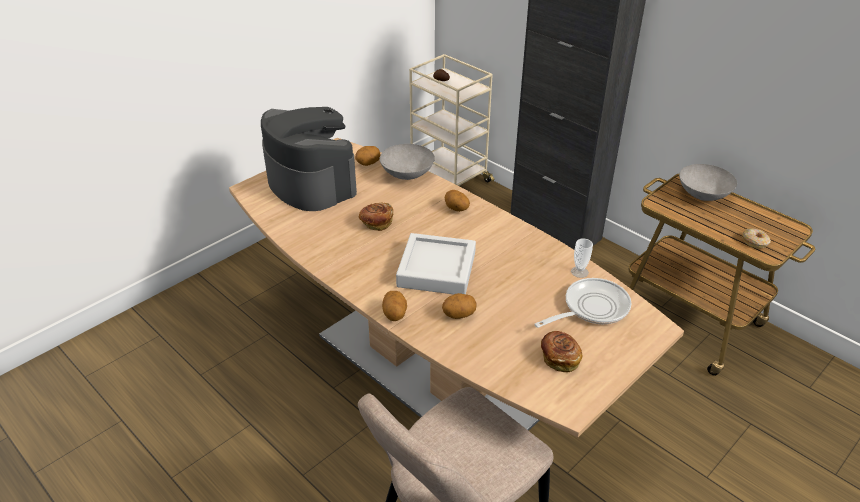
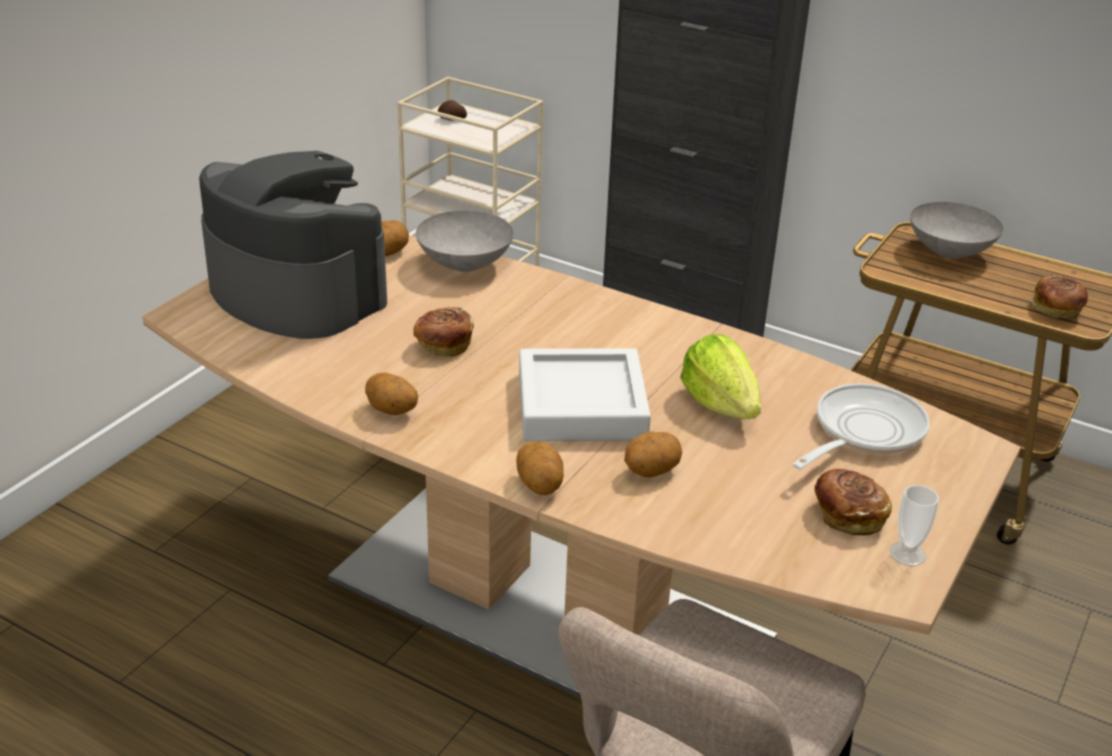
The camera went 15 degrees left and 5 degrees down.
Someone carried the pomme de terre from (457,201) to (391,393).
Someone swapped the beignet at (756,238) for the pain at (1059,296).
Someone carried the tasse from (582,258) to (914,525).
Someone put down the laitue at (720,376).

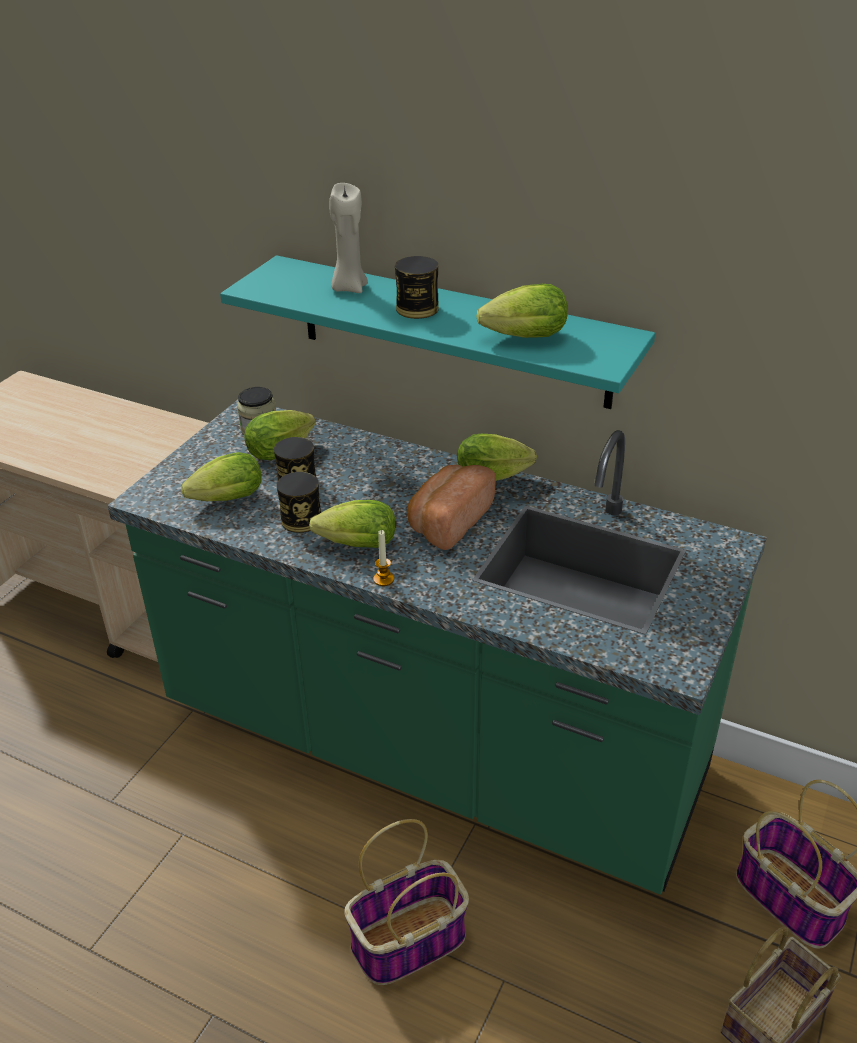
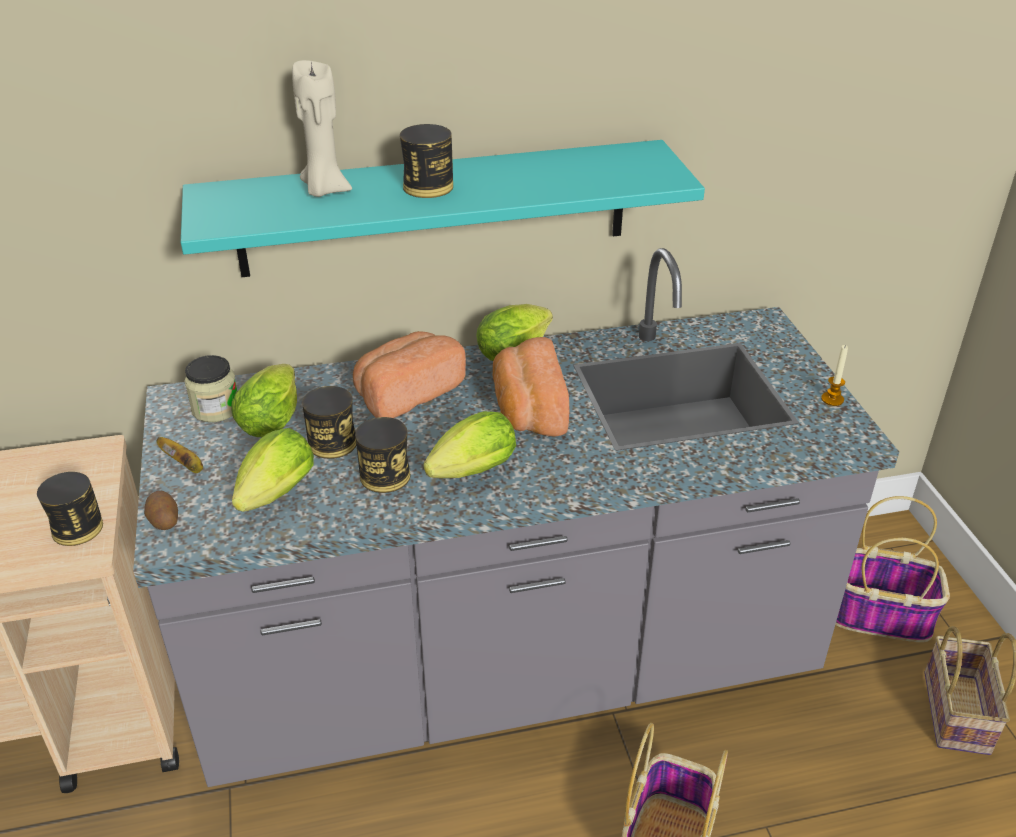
The camera went 40 degrees left and 0 degrees up.
Someone took away the laitue at (522,311).
Someone repainted the comptoir de cuisine [vert] at (437,647), which became the comptoir de cuisine [gris] at (516,517).
Someone carried the bougie from (383,558) to (834,375).
Someone put down the pain at (409,374).
Someone put down the banane at (179,455).
Someone put down the boîte métallique at (70,509).
Someone put down the pomme de terre at (161,510).

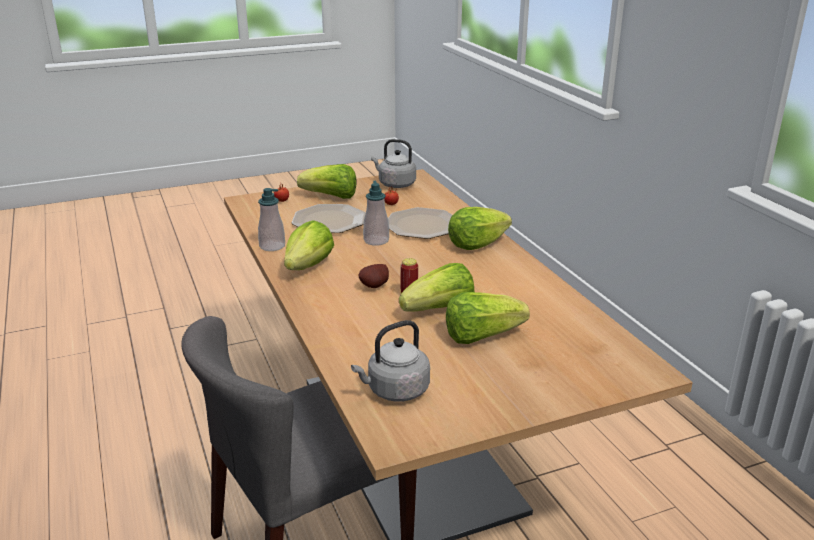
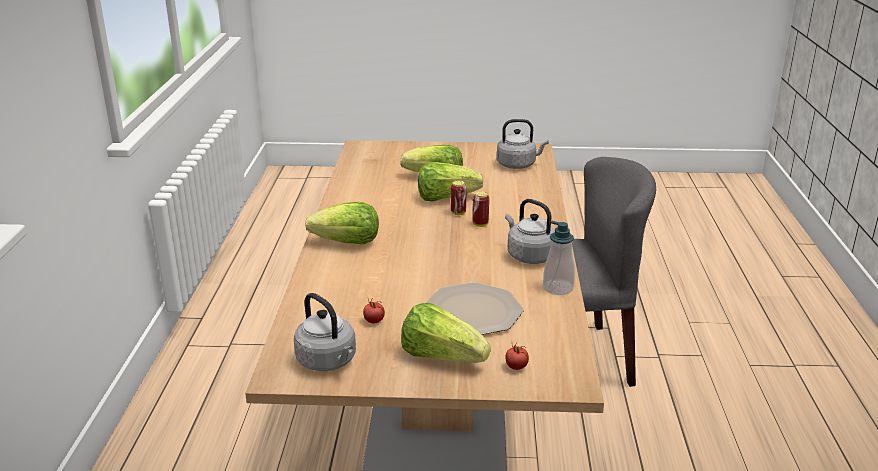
The camera went 155 degrees left and 0 degrees up.
Someone took away the distributeur de savon at (376,213).
Someone took away the assiette at (420,223).
Someone swapped the laitue at (309,245) for the bouilloire [gris] at (530,231).
Someone swapped the pomme de terre at (373,276) for the boîte métallique at (481,209).

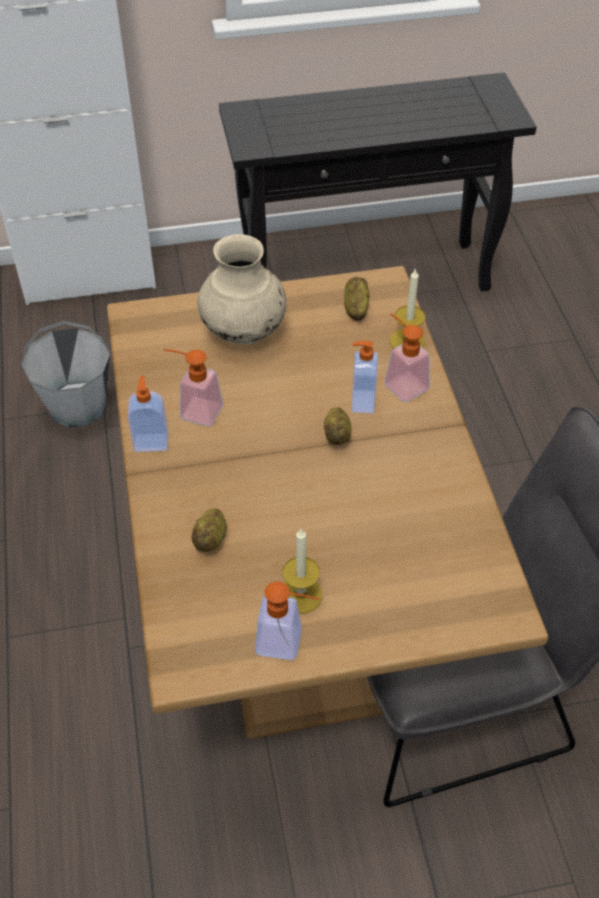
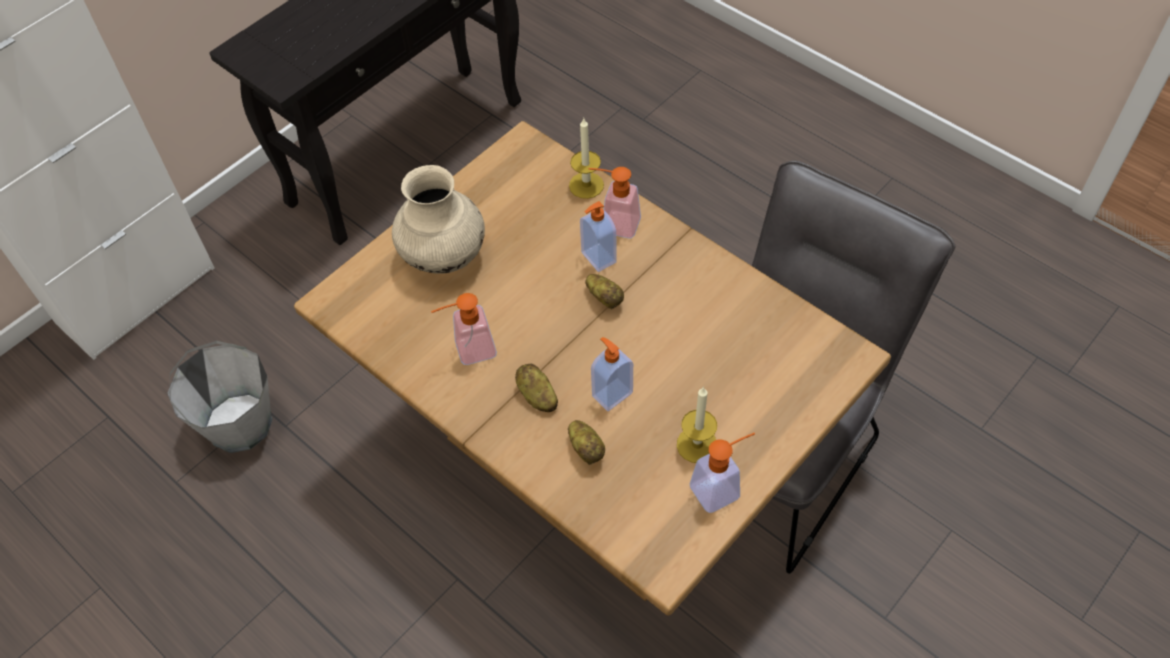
The camera went 35 degrees left and 5 degrees up.
Someone carried the pomme de terre from (356,299) to (536,387).
Someone carried the distributeur de savon from (148,414) to (612,374).

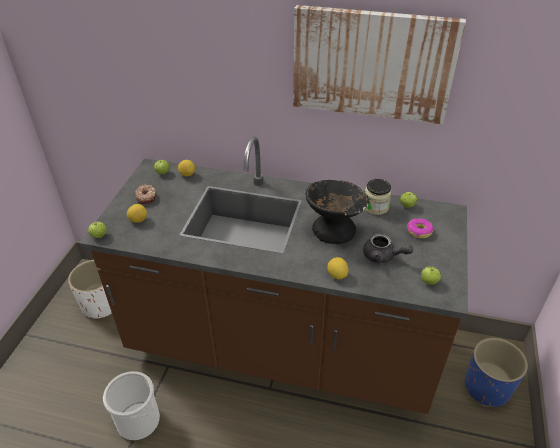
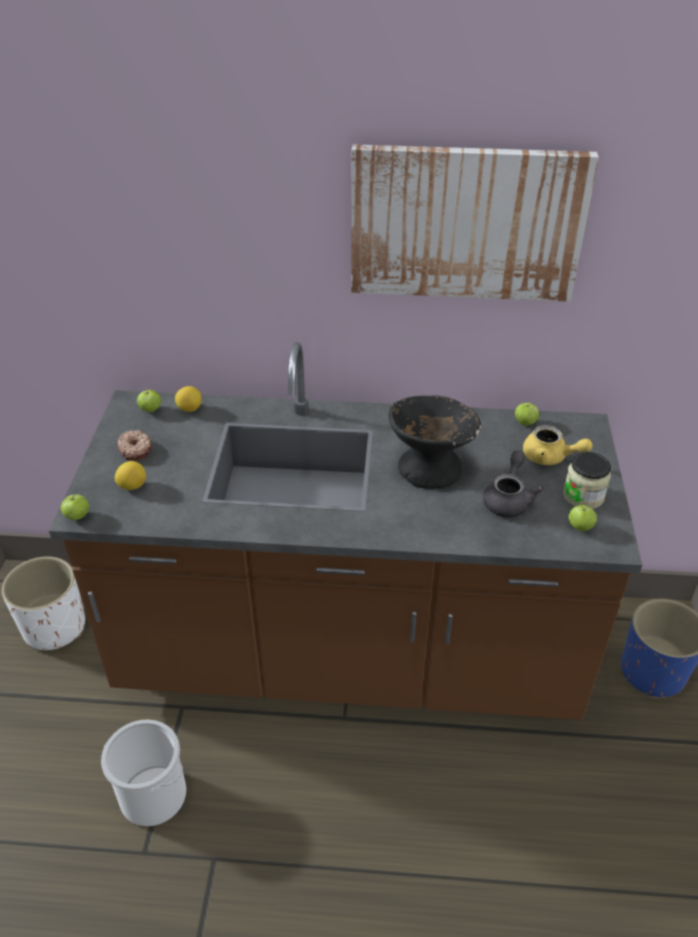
The camera went 10 degrees left and 0 degrees up.
Someone carried the bocal from (378,197) to (587,480).
Someone swapped the beignet at (420,228) for the théière [jaune] at (557,445).
Someone rotated the théière [gris] at (388,248) by 90 degrees counterclockwise.
Someone took away the citron at (337,268).

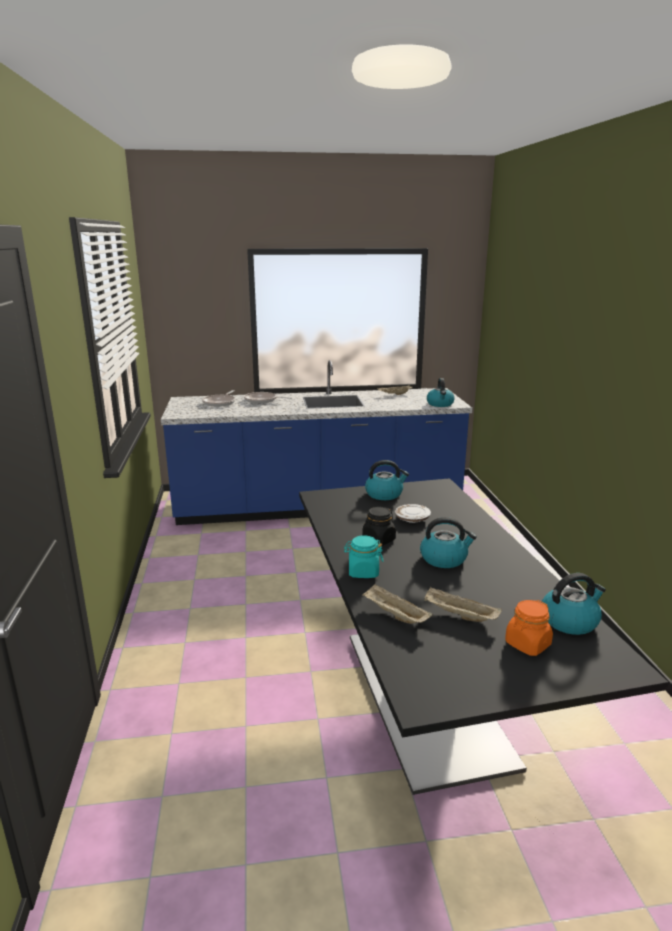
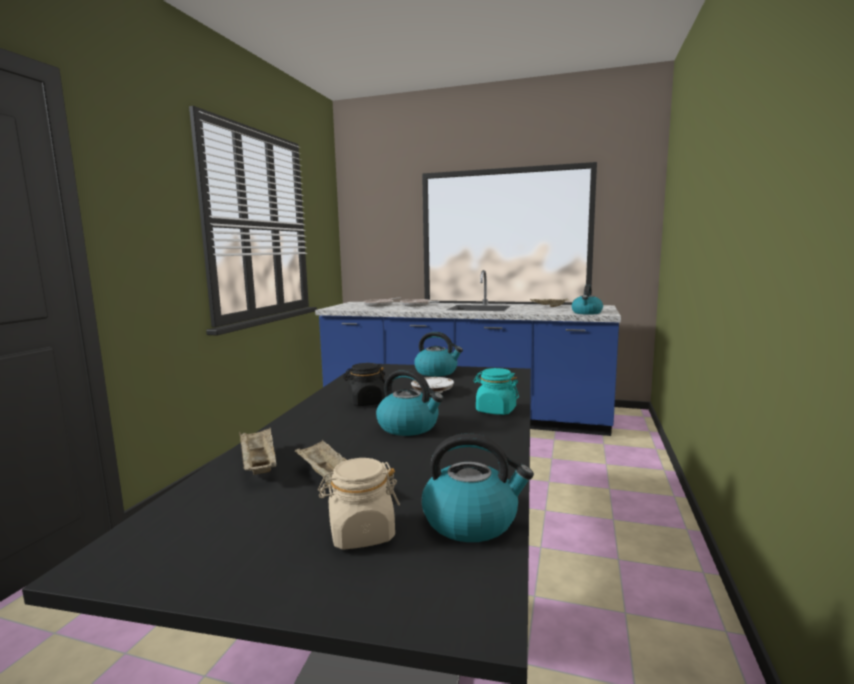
The camera went 25 degrees right and 10 degrees down.
Someone carried the bocal [turquoise] from (363,556) to (496,391).
Someone repainted the bocal [orange] at (529,628), which became the bocal [beige] at (359,504).

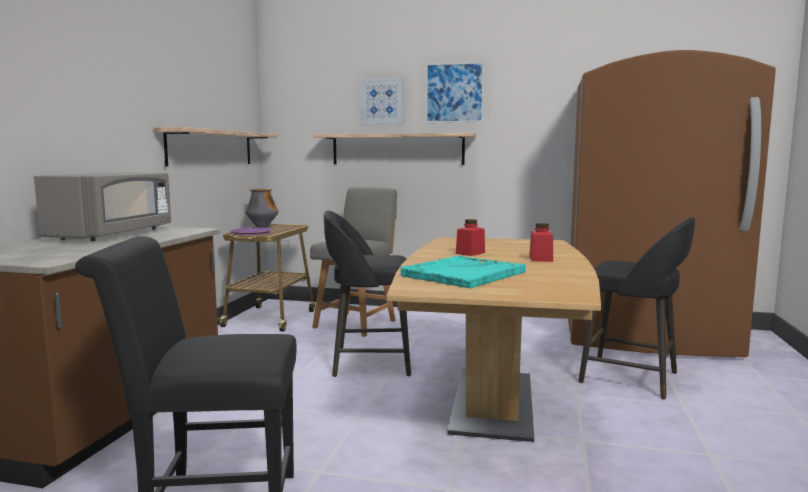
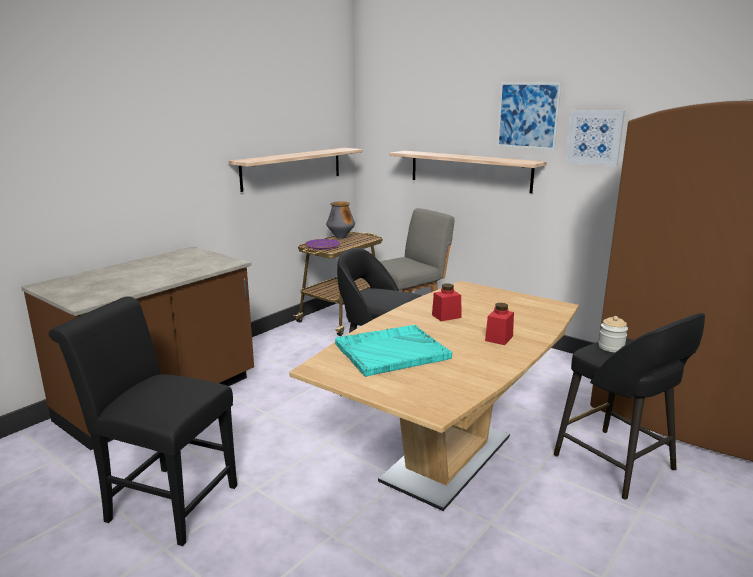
The camera went 25 degrees right and 10 degrees up.
Someone carried the tableau from (382,101) to (595,138).
Someone took away the micro-ondes [gris] at (102,206).
Someone put down the bocal at (613,334).

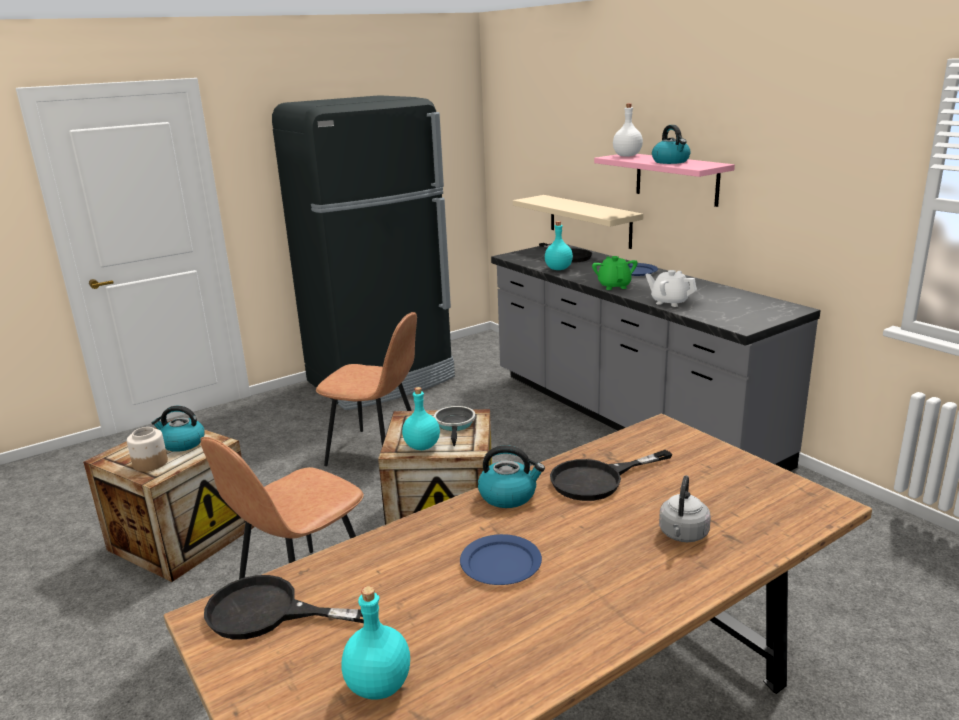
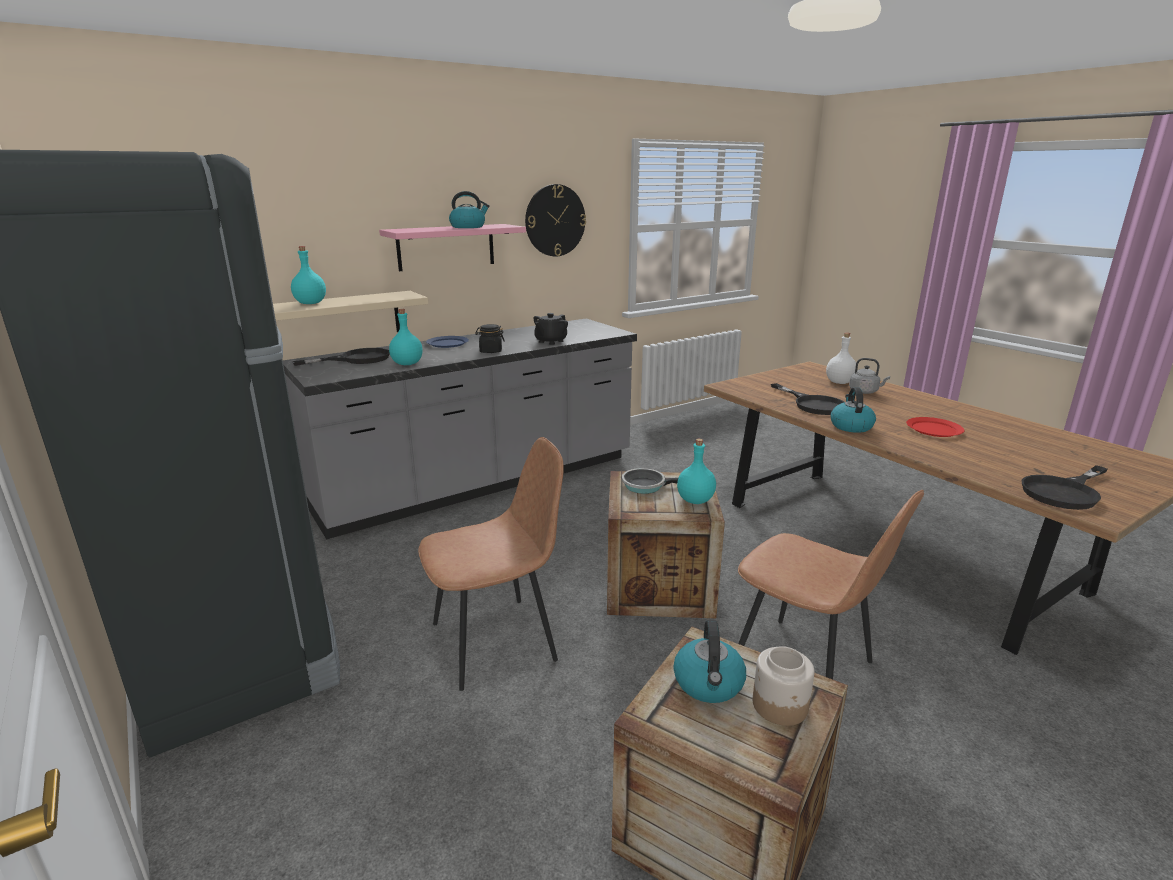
The camera went 90 degrees left and 0 degrees up.
Someone carried the bouteille [blanc] from (628,130) to (841,358).
Someone swapped the théière [vert] at (615,273) for the bocal [noir] at (490,338).
Someone repainted the théière [blanc] at (671,288), which became the théière [noir] at (550,329).
Someone rotated the chaise [marron] at (366,389) by 45 degrees clockwise.
Someone repainted the assiette [bleu] at (501,559), which became the assiette [rouge] at (935,427).
Someone rotated the poêle [noir] at (284,607) by 45 degrees clockwise.
Someone carried the bouteille [turquoise] from (376,642) to (308,275).
Someone put up the horloge murale at (555,220).

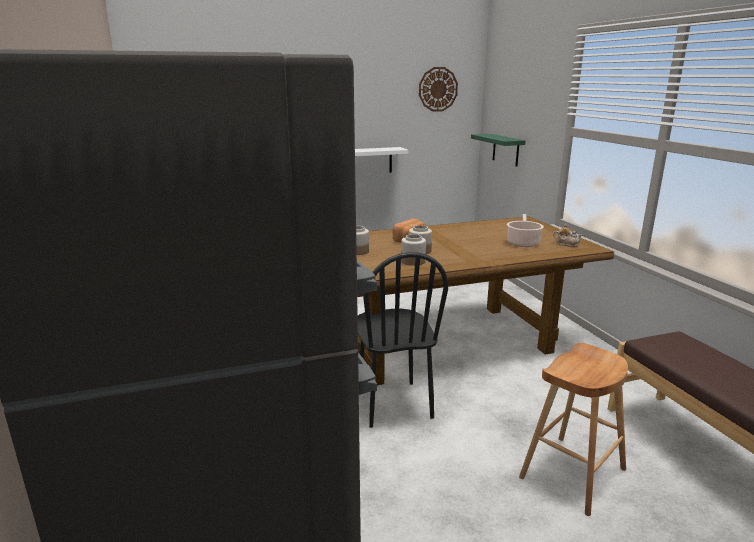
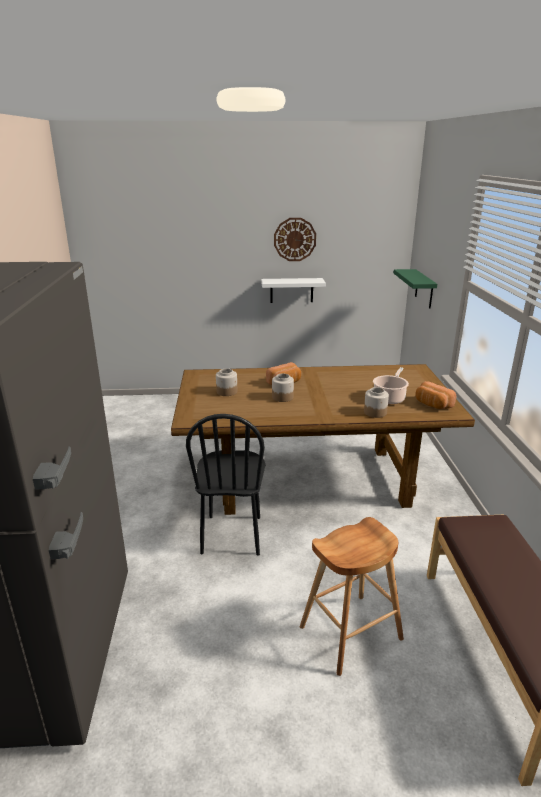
The camera went 15 degrees right and 5 degrees up.
Someone carried the horloge murale from (438,89) to (295,239).
Someone swapped the théière at (568,235) for the pain at (435,395).
Someone carried the bocal from (413,250) to (376,402).

